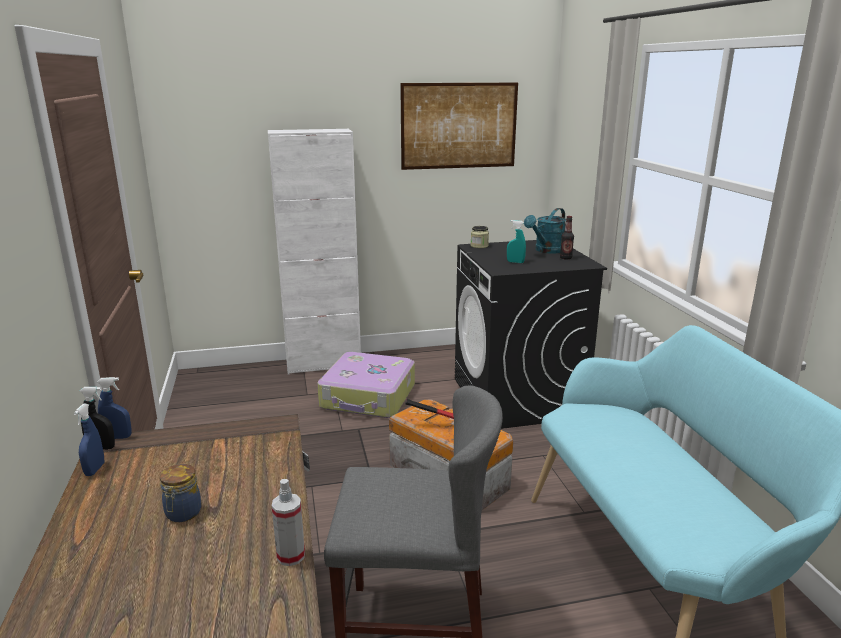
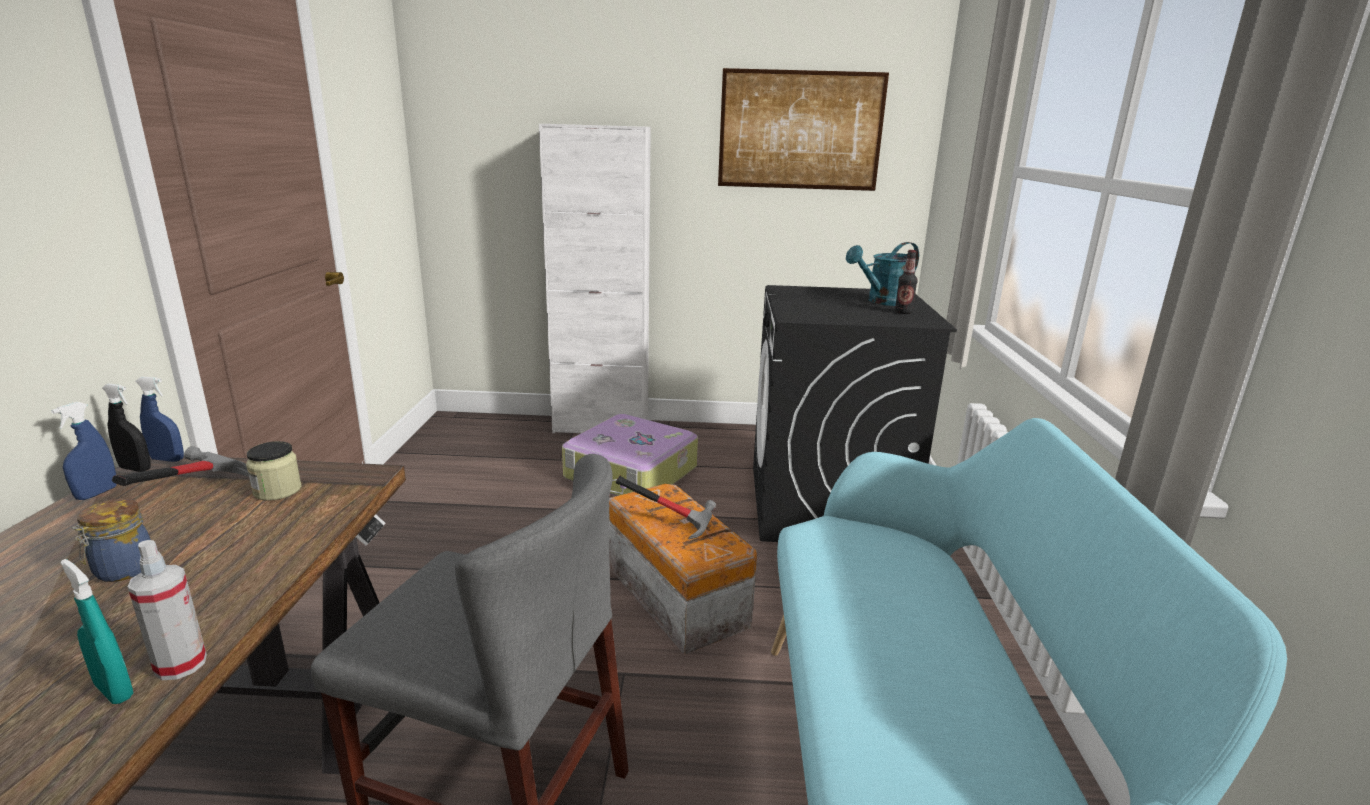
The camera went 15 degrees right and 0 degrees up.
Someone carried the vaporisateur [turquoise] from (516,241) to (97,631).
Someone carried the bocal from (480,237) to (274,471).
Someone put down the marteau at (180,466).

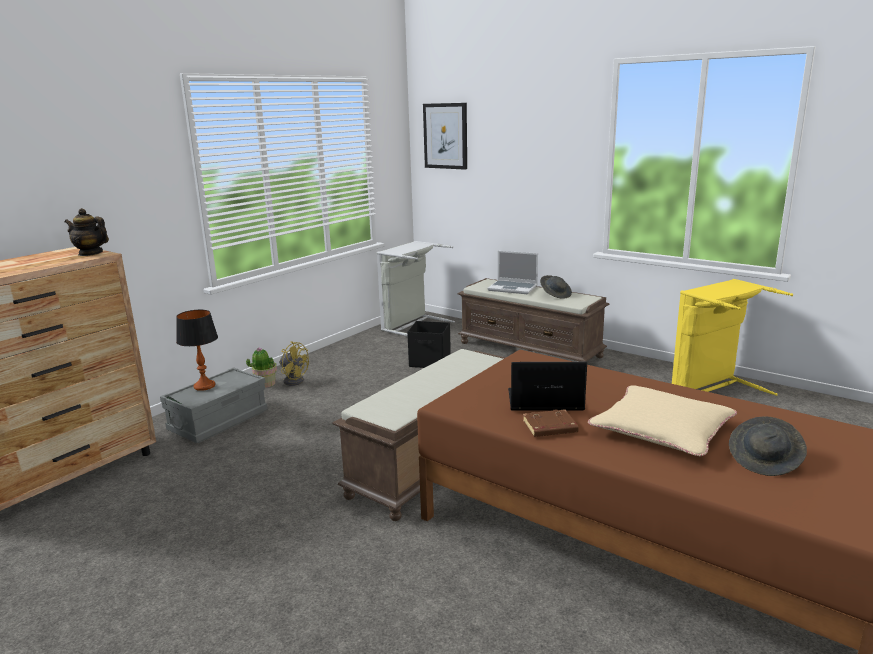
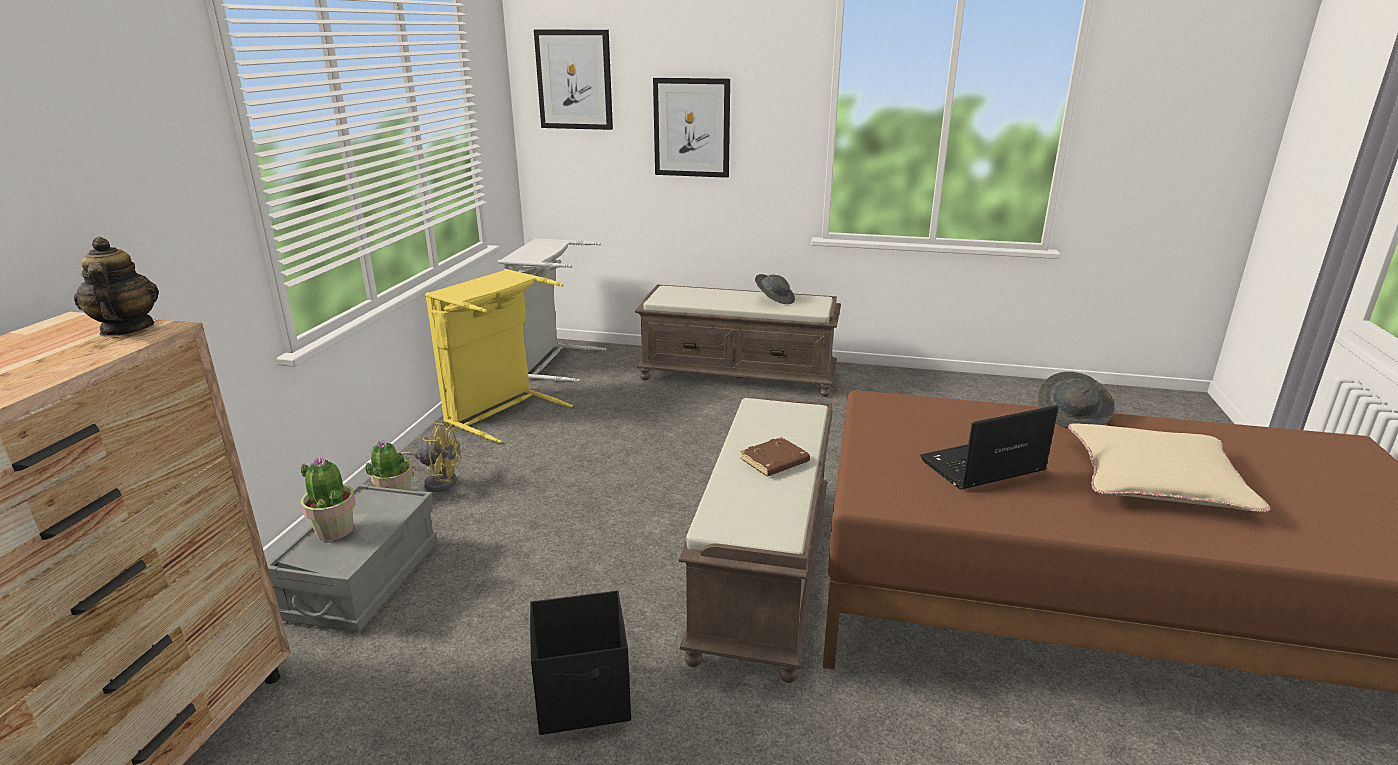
The camera went 25 degrees left and 5 degrees up.
Someone rotated the théière at (86,232) by 75 degrees clockwise.
Someone took away the ordinateur portable at (513,272).
Someone carried the panier à linge [jaune] from (732,337) to (499,356).
Someone swapped the lampe de table at (197,350) for the plante en pot at (328,499).
Someone carried the boîte de rangement [noir] from (429,344) to (580,662).
Someone carried the livre [marron] from (551,423) to (775,456).
Someone carried the chapeau [gris] from (768,446) to (1076,400).
Someone put up the tableau at (691,128).

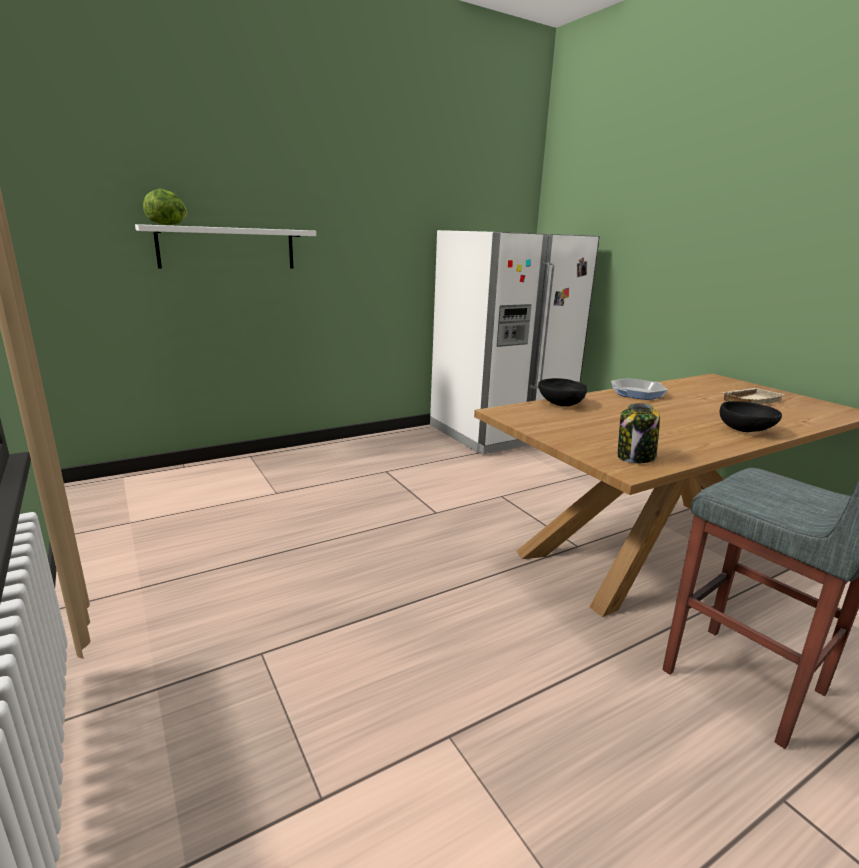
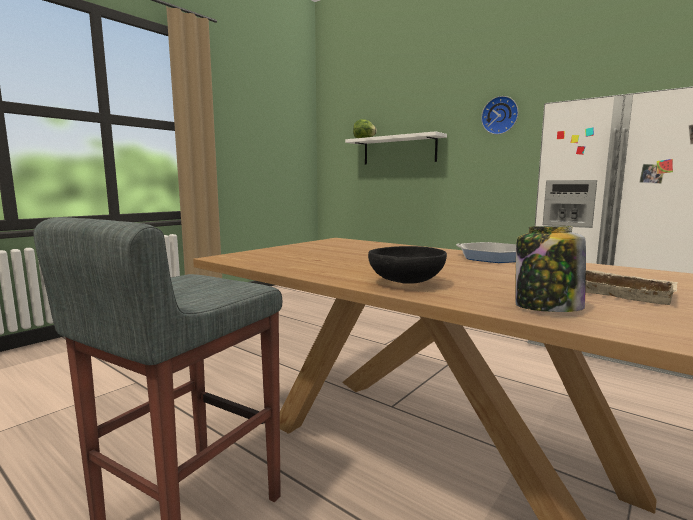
The camera went 70 degrees right and 10 degrees down.
Someone took away the bol [noir] at (562,392).
Someone carried the bocal from (639,433) to (551,269).
Someone put up the horloge murale at (499,115).

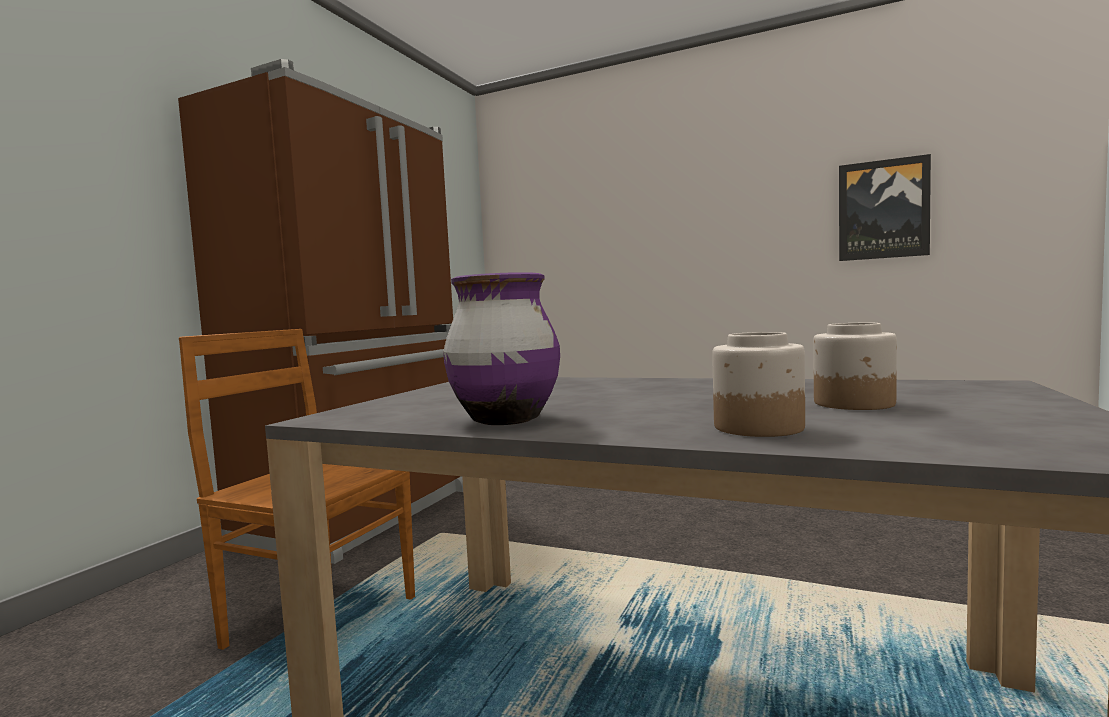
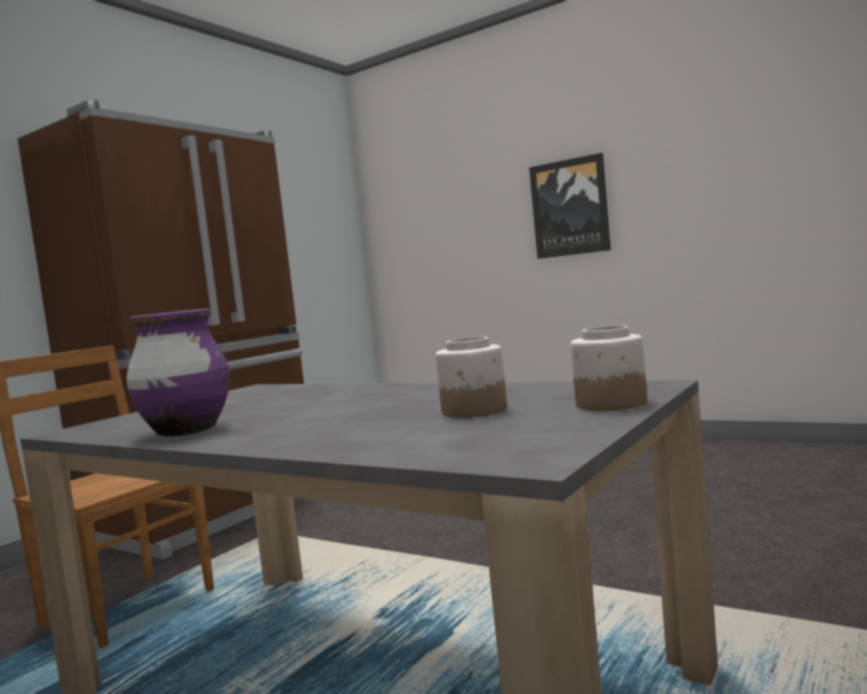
The camera went 10 degrees right and 0 degrees up.
Someone carried the tableau from (885,207) to (570,206).
Someone carried the bocal from (758,384) to (609,368).

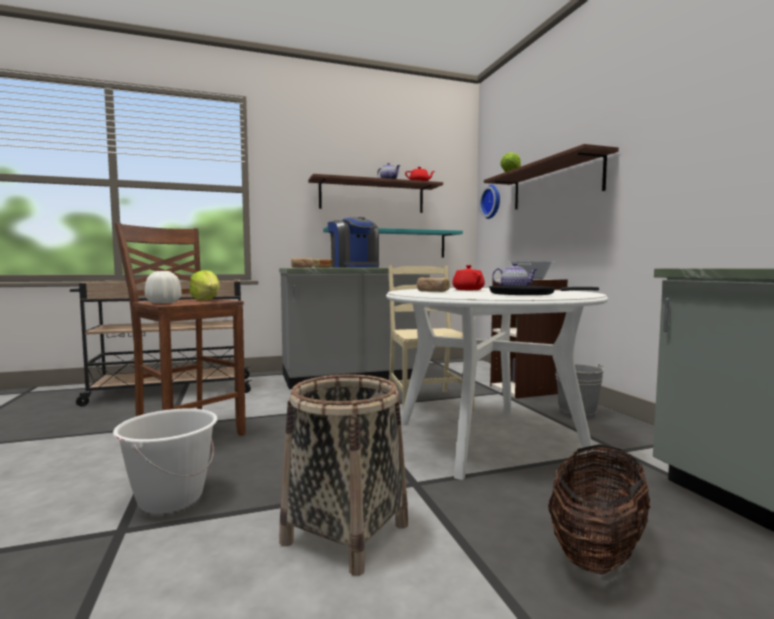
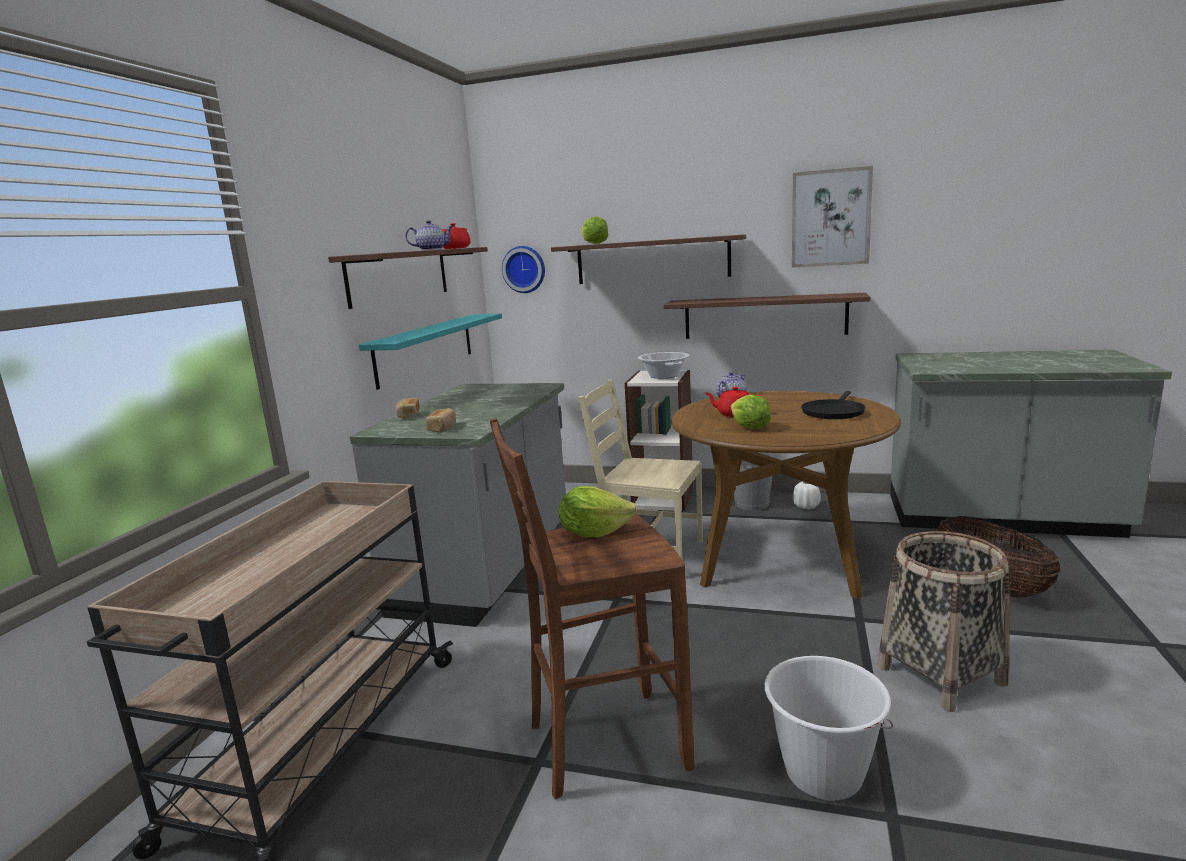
The camera went 55 degrees left and 10 degrees up.
Someone took away the machine à café at (353,242).
Someone carried the vase [blanc] from (163,287) to (807,495).
Someone swapped the pain at (433,284) for the laitue at (751,411).
Someone repainted the table à manger [blanc] at (497,384), which became the table à manger [marron] at (786,495).
Someone put up the tableau at (832,216).
Someone put up the étagère at (767,316).

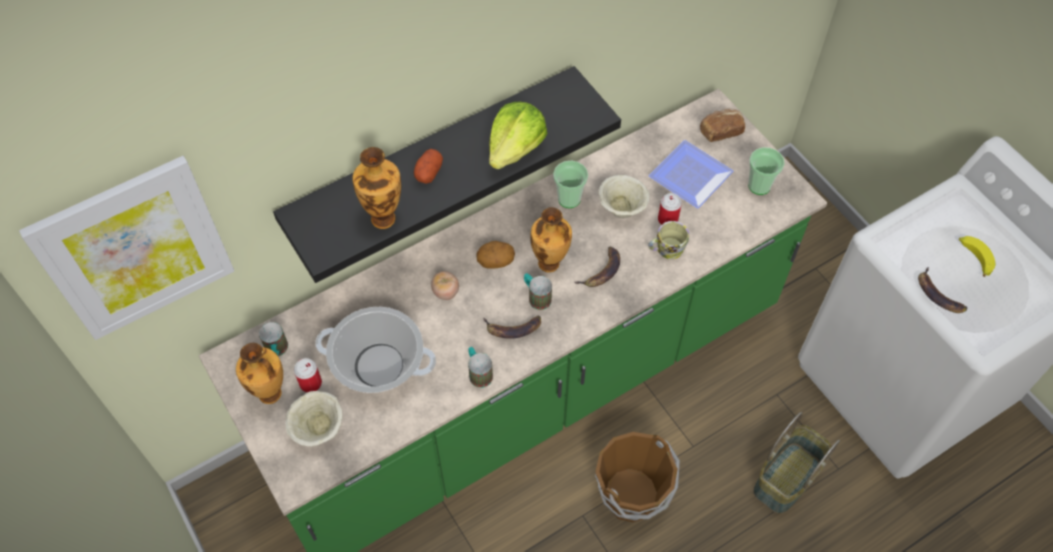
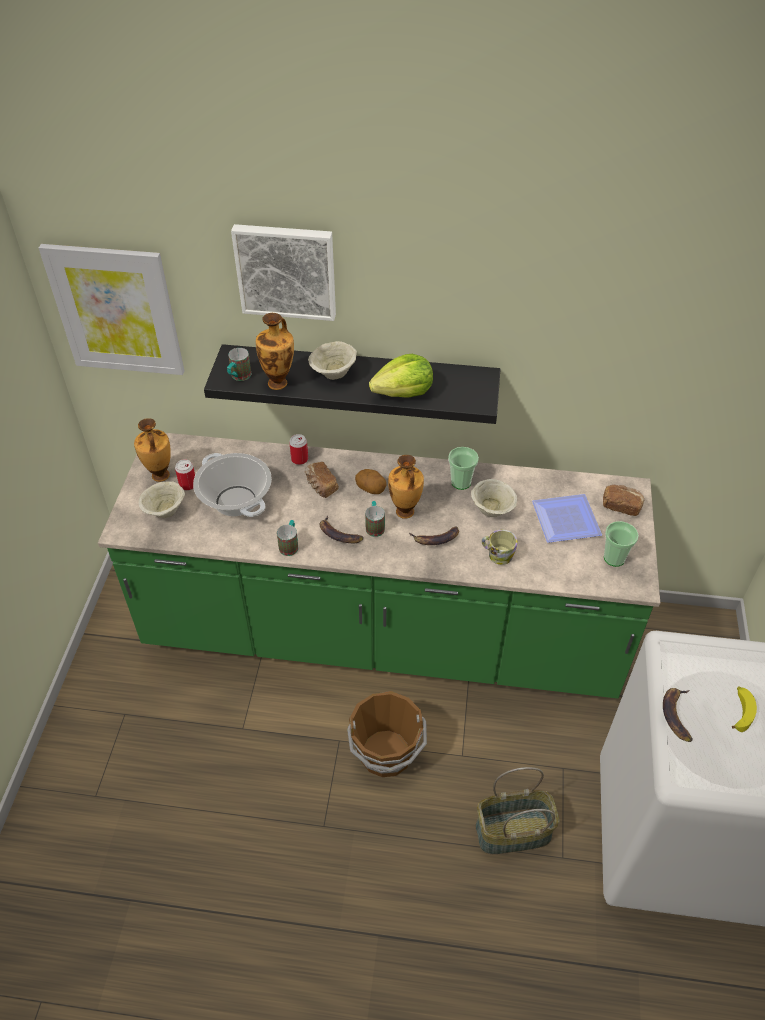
The camera went 40 degrees right and 10 degrees down.
Someone swapped the pomme de terre at (428,166) for the bol [beige] at (332,360).
Someone carried the boîte métallique from (670,209) to (298,449).
Someone swapped the tomate at (445,285) for the pain at (322,480).
Someone carried the mug from (273,339) to (239,364).
Someone put up the tableau at (283,272).

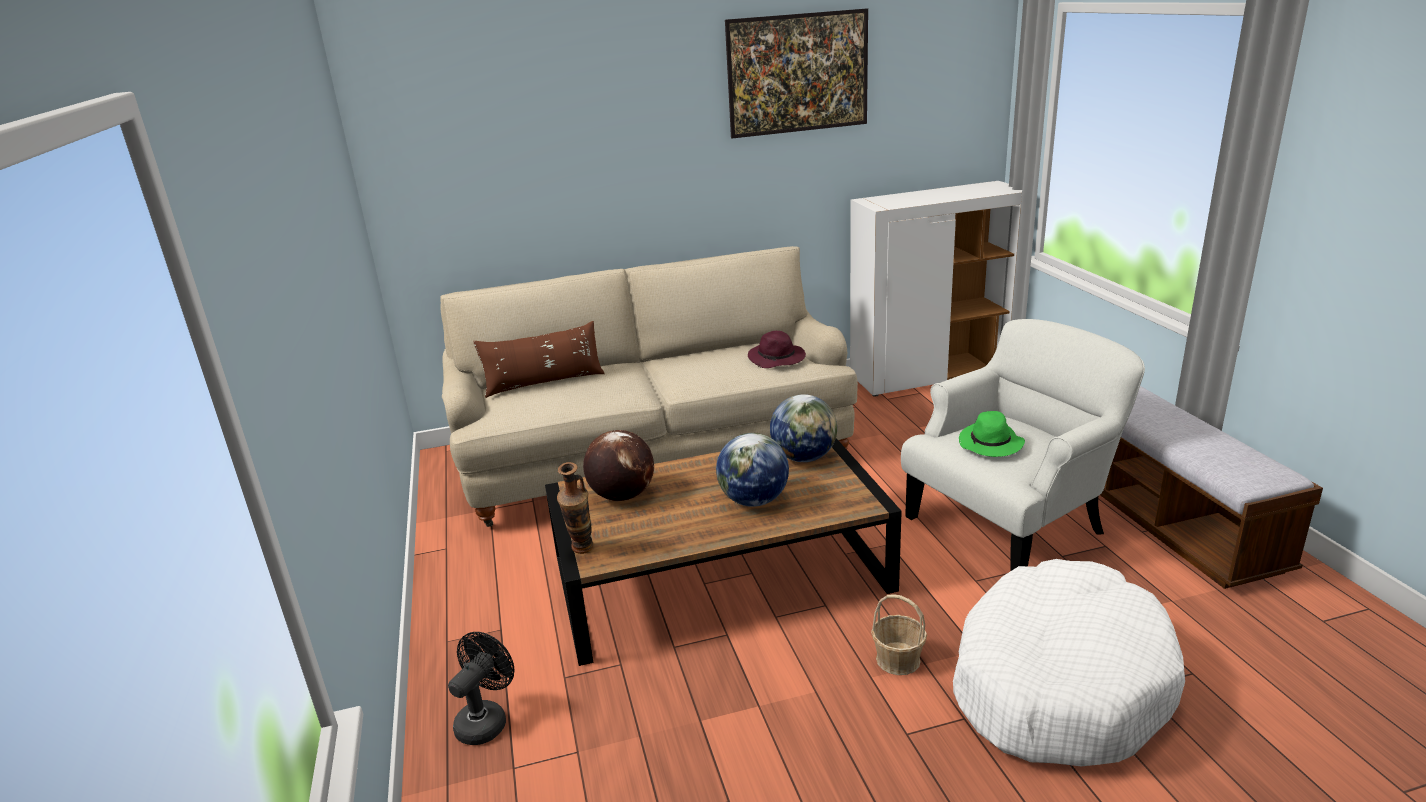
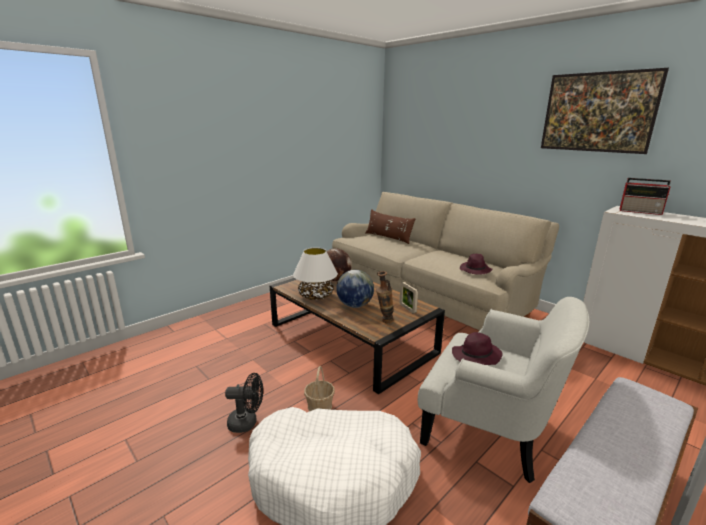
The camera went 60 degrees right and 5 degrees down.
Someone swapped the globe at (803,428) for the cadre photo at (408,298).
Someone repainted the chapeau [vert] at (992,434), which became the chapeau [violet] at (477,348).
Someone carried the vase from (575,508) to (385,297).
Someone carried the ventilateur [noir] from (481,688) to (244,403).
Someone put down the radio at (645,196).
Someone put down the lampe de table [blanc] at (315,274).

